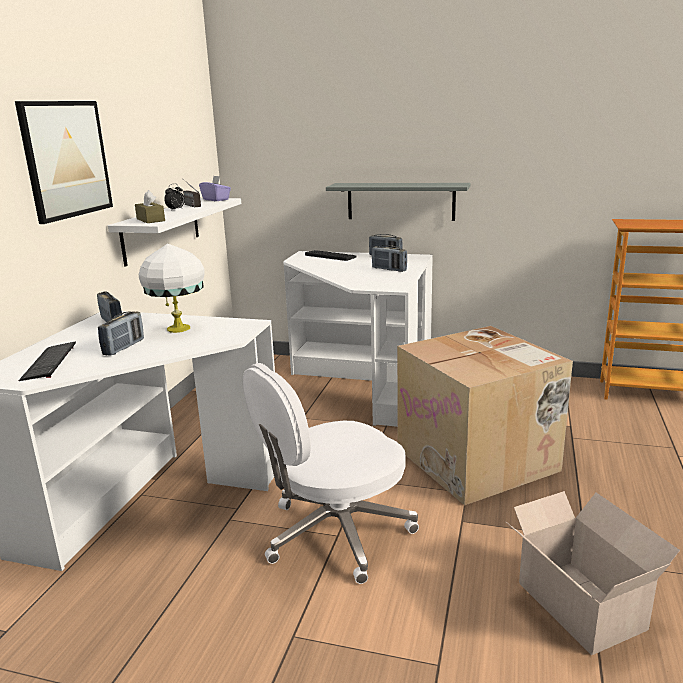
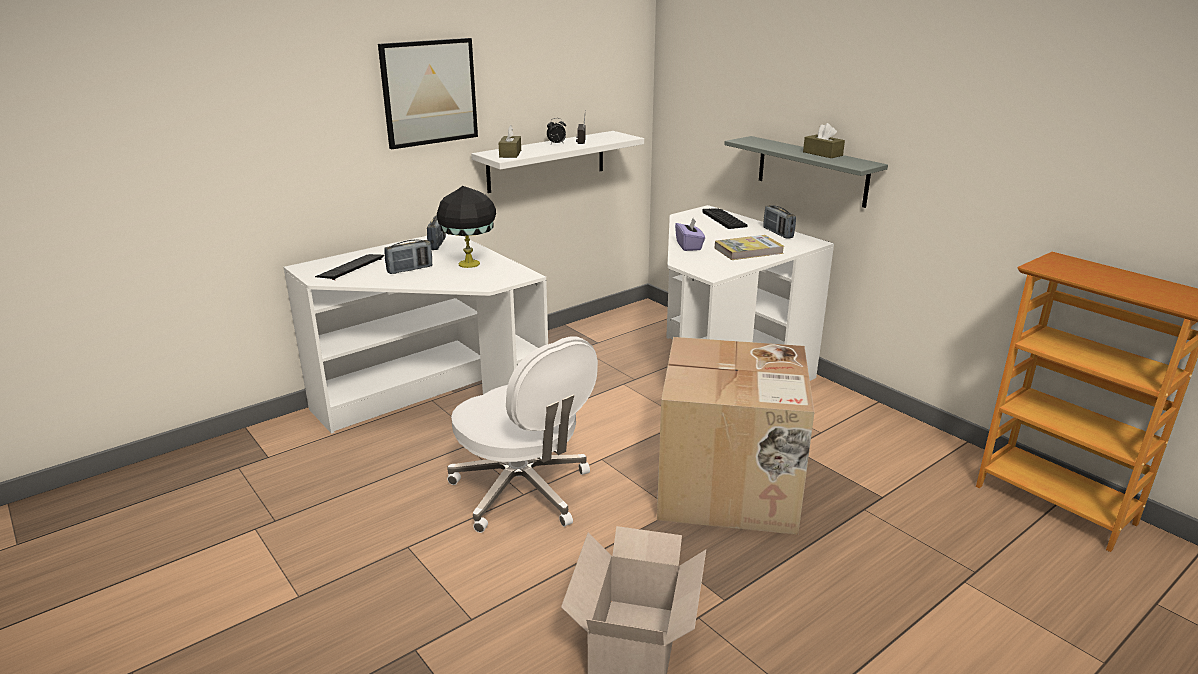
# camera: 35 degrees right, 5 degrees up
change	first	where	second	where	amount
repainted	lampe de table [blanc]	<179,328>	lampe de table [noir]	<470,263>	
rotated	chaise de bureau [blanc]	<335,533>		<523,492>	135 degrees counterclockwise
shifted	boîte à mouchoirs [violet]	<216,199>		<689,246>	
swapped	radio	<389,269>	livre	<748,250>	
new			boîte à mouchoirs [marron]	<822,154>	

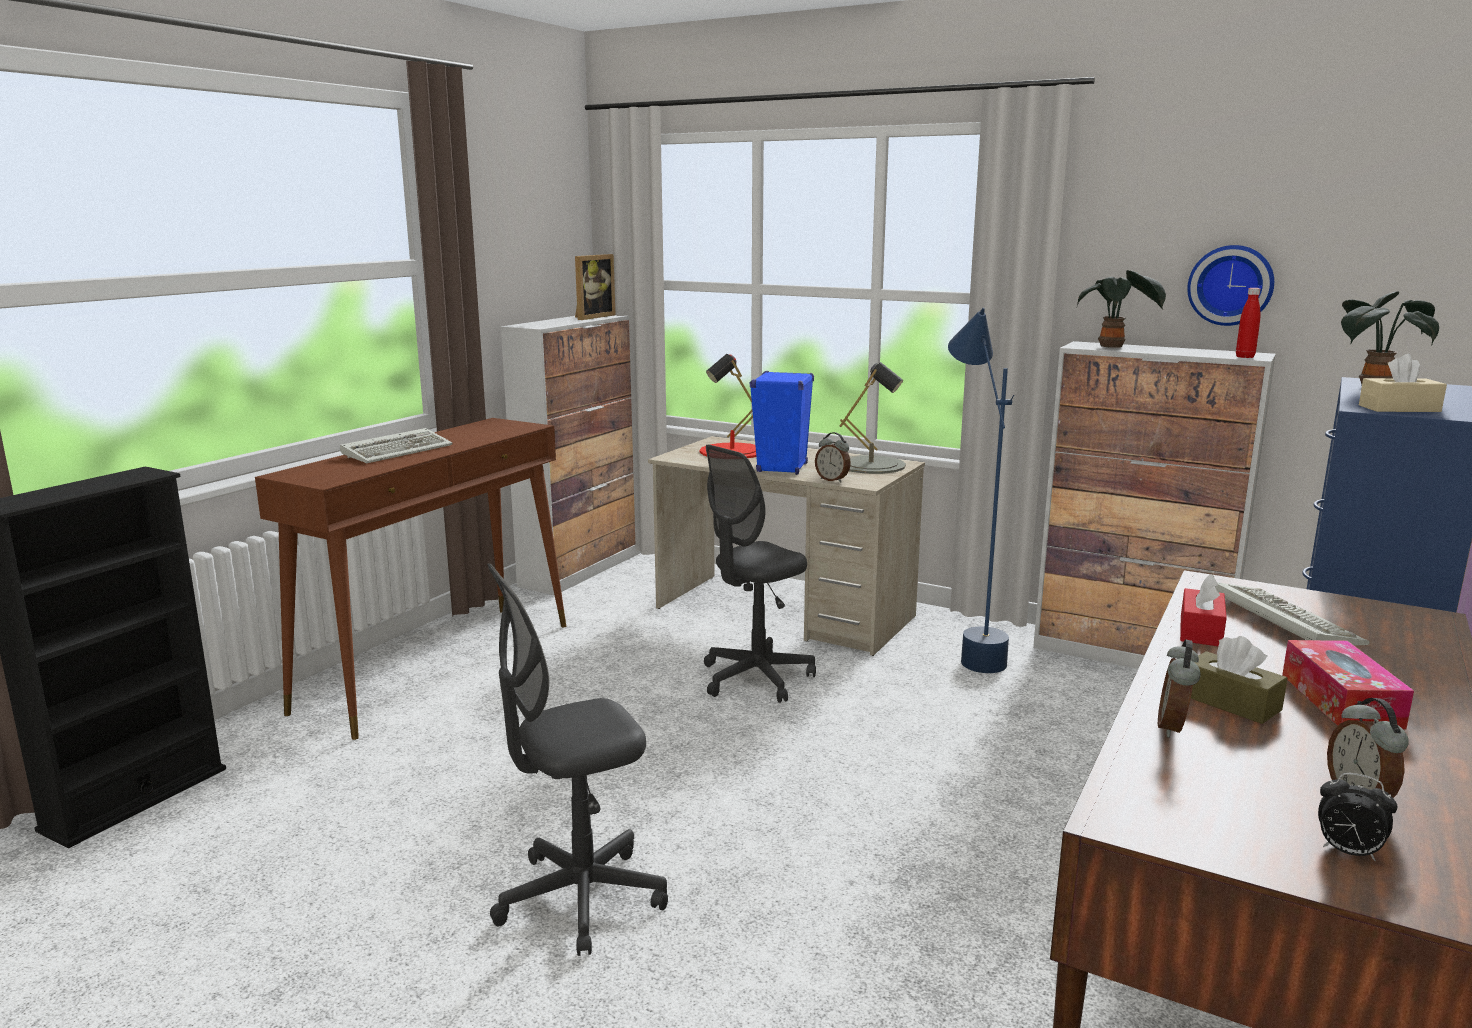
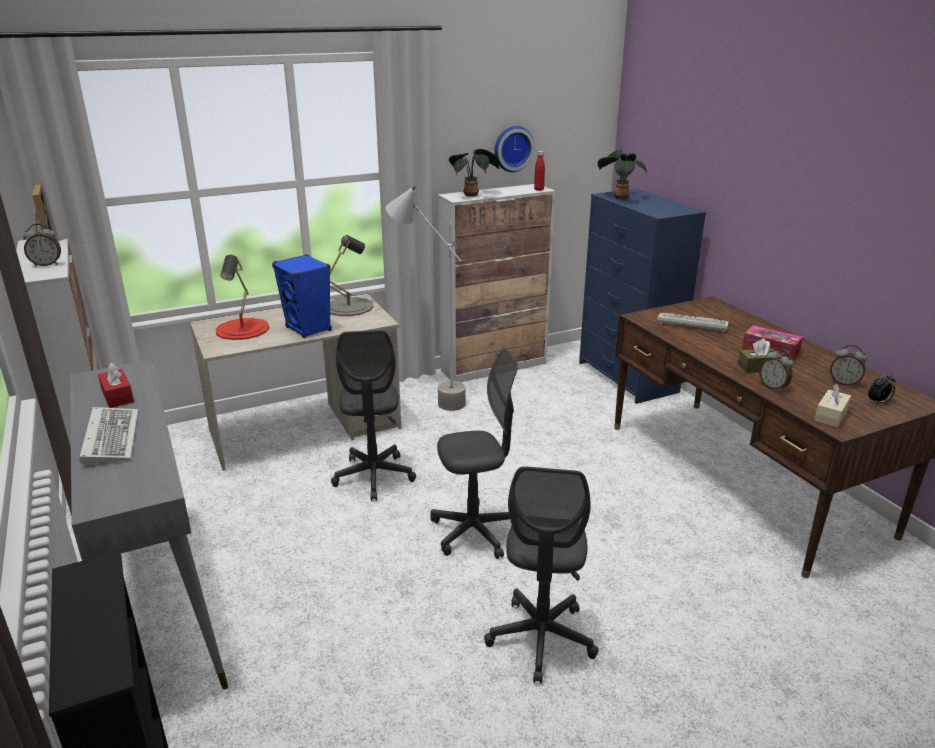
# camera: 55 degrees left, 10 degrees up
change	first	where	second	where	amount
shifted	réveil	<832,480>		<46,264>	
repainted	table console [marron]	<439,665>	table console [gris]	<161,603>	
shifted	boîte à mouchoirs [rouge]	<1200,631>		<117,396>	
repainted	lampadaire [bleu]	<968,648>	lampadaire [gris]	<430,399>	
new			chaise de bureau [gris]	<475,532>	
shifted	boîte à mouchoirs [beige]	<1399,408>		<830,415>	

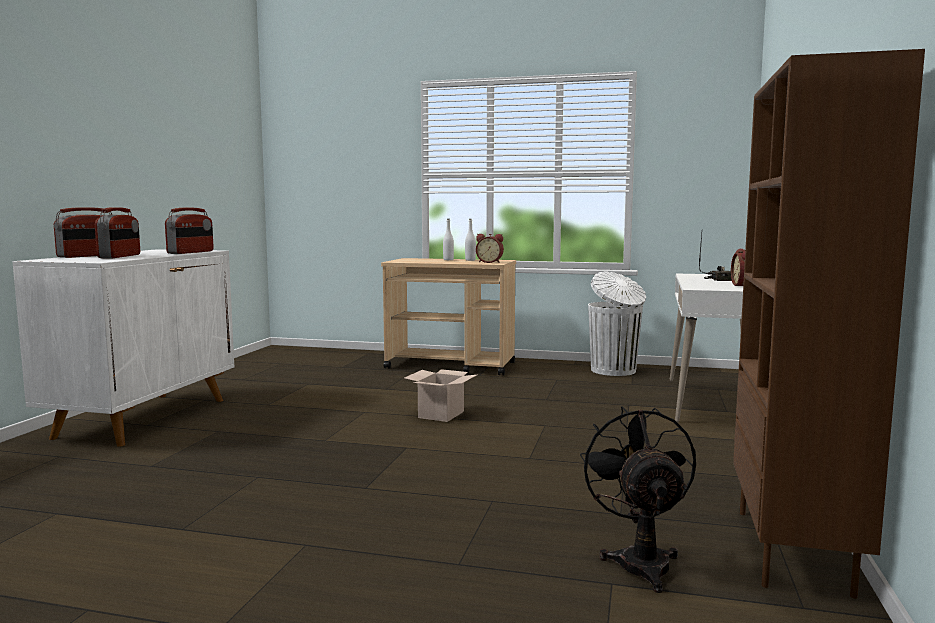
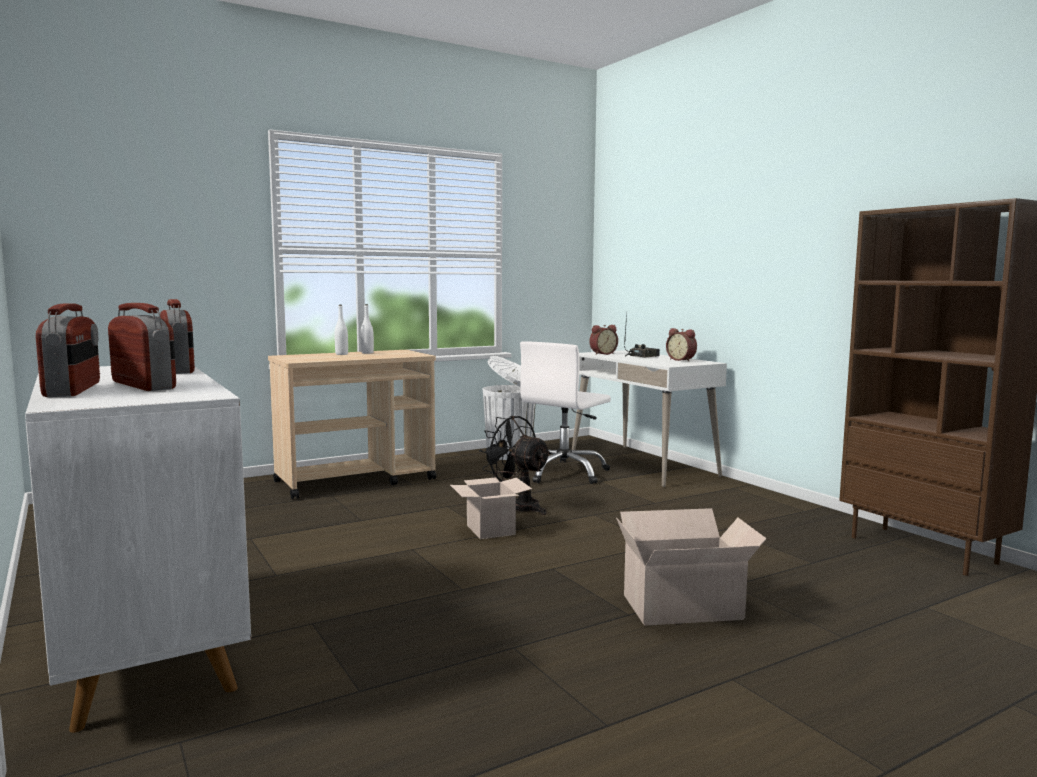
# camera: 45 degrees left, 0 degrees up
change	first	where	second	where	amount
shifted	ventilateur [noir]	<640,560>		<518,507>	
new			chaise de bureau [blanc]	<564,473>	
shifted	réveil	<490,262>		<602,354>	
new			carton	<686,607>	

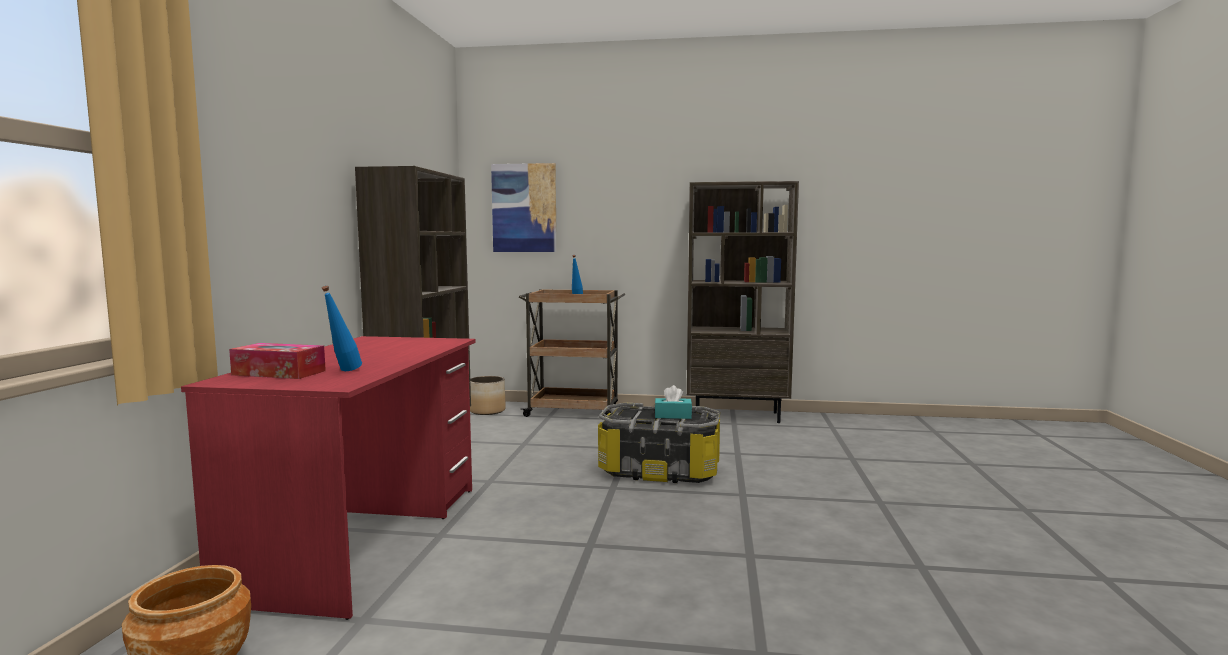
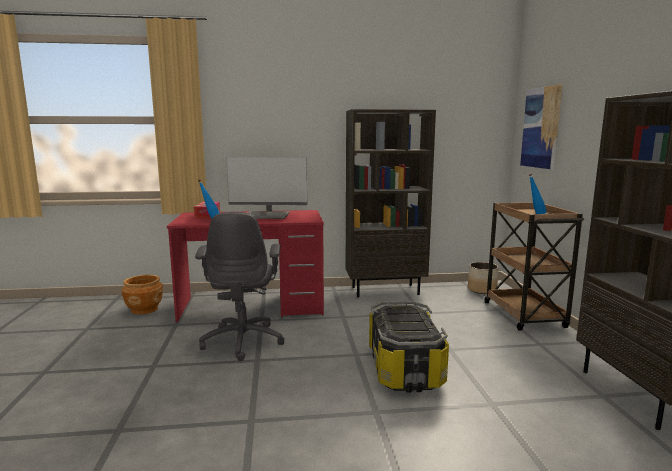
# camera: 75 degrees right, 5 degrees up
change	first	where	second	where	amount
new			chaise de bureau [gris]	<243,340>	
new			écran d'ordinateur	<266,216>	
gone	boîte à mouchoirs [turquoise]	<673,416>			

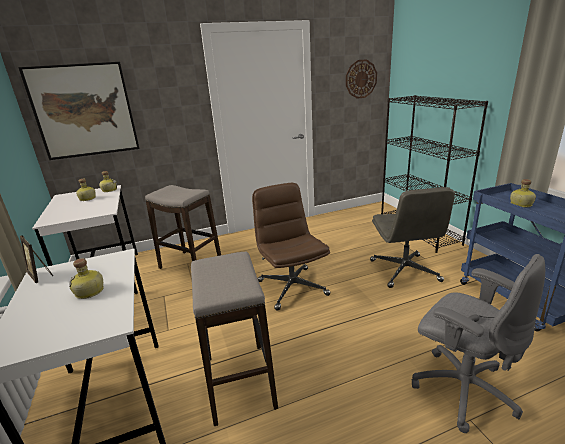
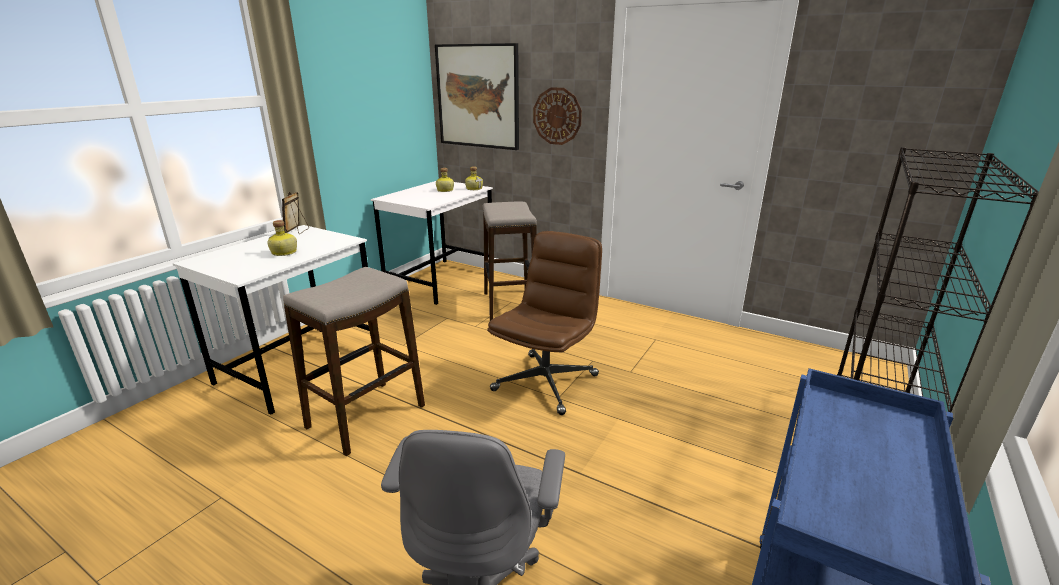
# camera: 50 degrees right, 0 degrees up
change	first	where	second	where	amount
shifted	horloge murale	<361,79>		<557,116>	
gone	chaise de bureau [gris]	<405,271>			
gone	bouteille	<520,204>			

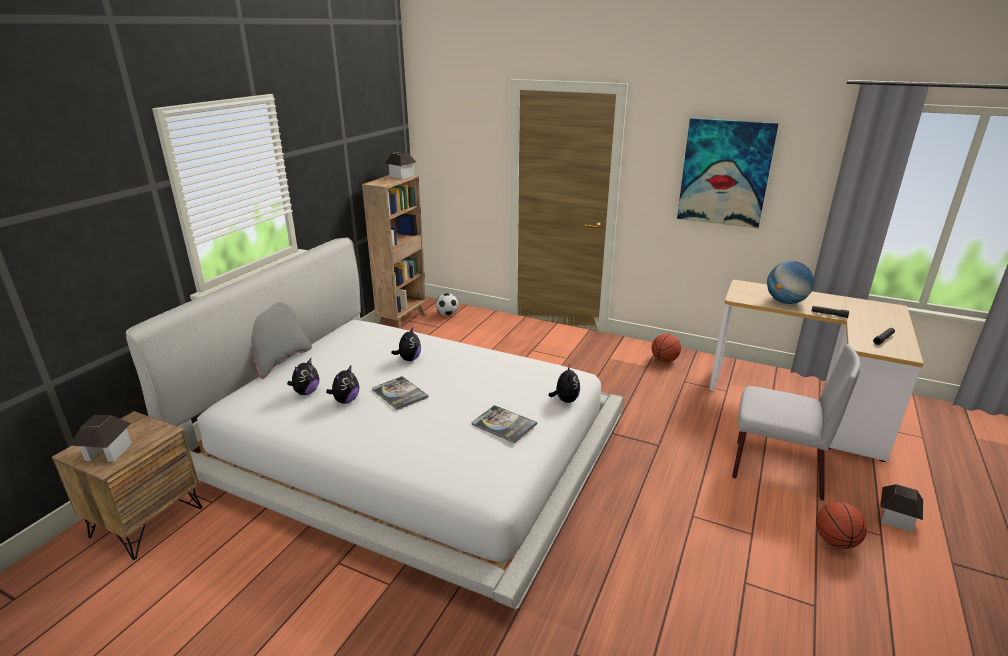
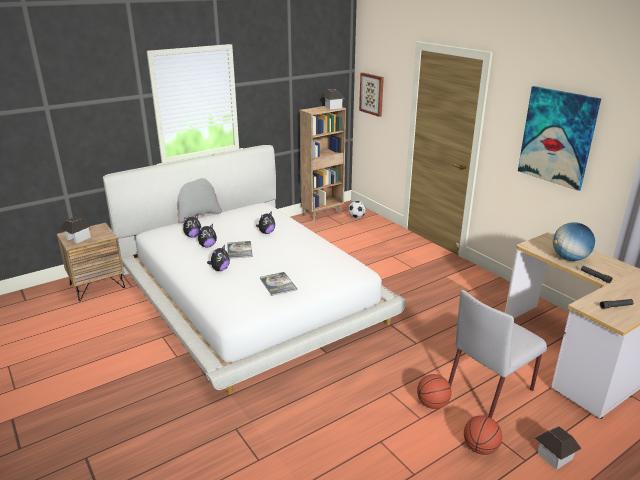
# camera: 30 degrees right, 0 degrees up
change	first	where	second	where	amount
shifted	peluche	<565,400>		<220,269>	
new			tableau	<372,94>	
shifted	ballon de basket	<664,360>		<432,404>	
rotated	chaise [gris]	<775,469>		<490,389>	90 degrees clockwise

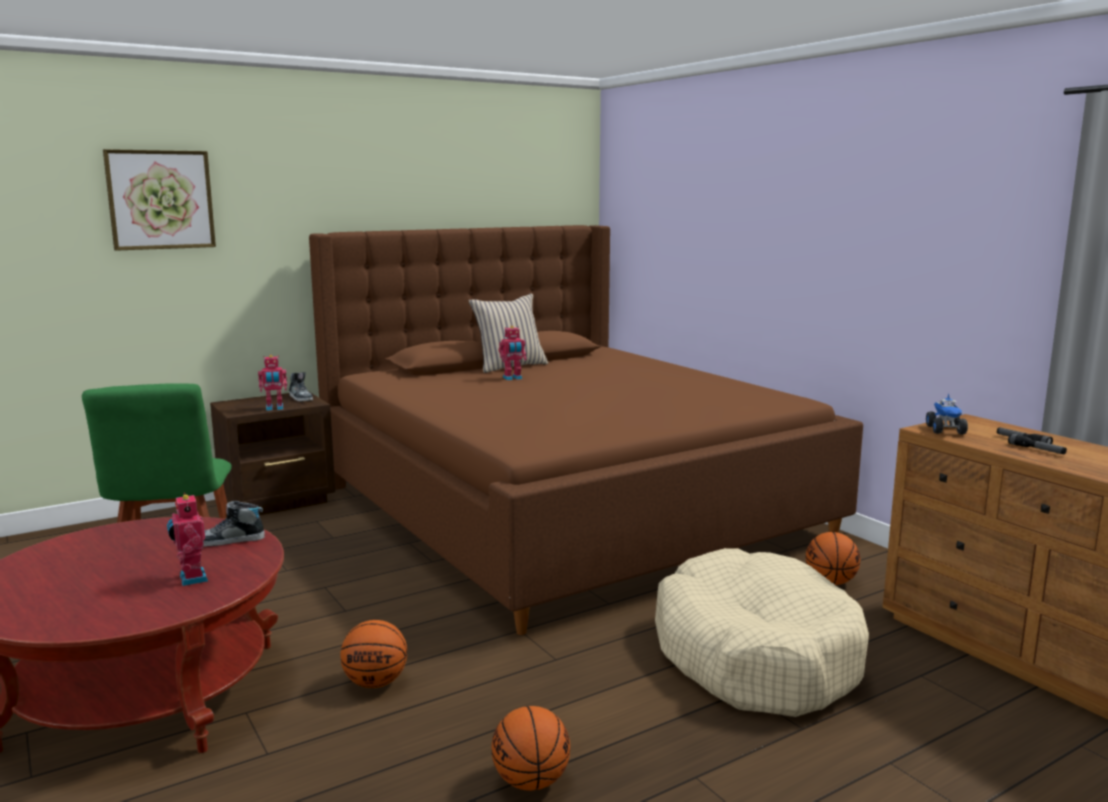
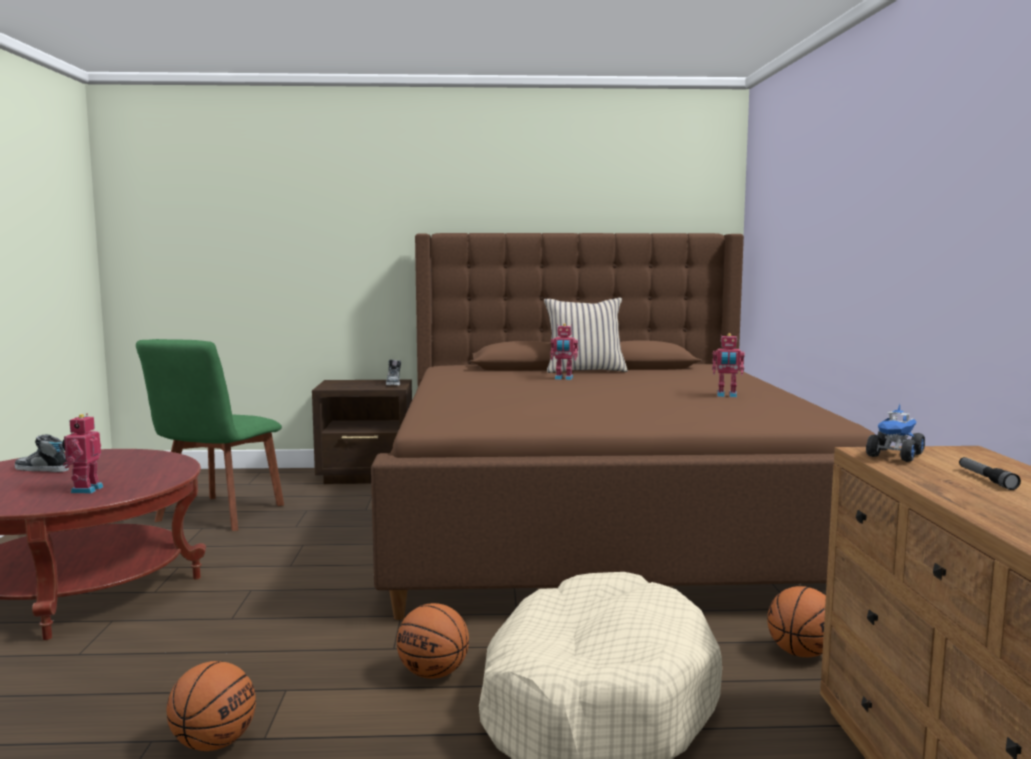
# camera: 30 degrees right, 5 degrees down
change	first	where	second	where	amount
shifted	chaussure	<230,541>		<42,469>	
shifted	ballon de basket	<375,683>		<433,674>	
shifted	robot jouet	<274,408>		<726,395>	
gone	tableau	<160,200>			
gone	lampe de poche	<1036,449>			

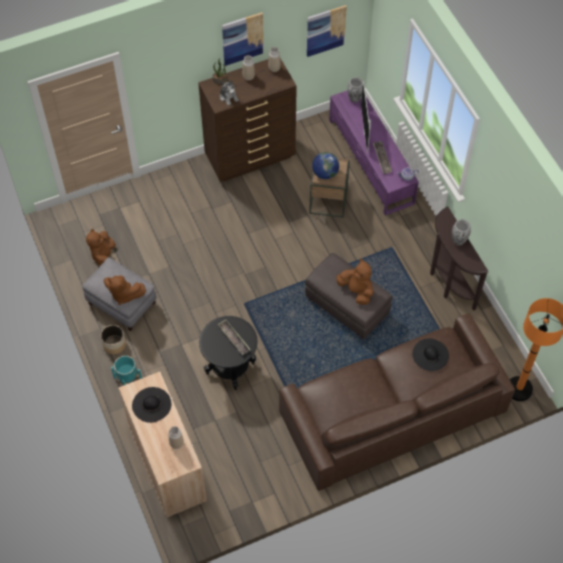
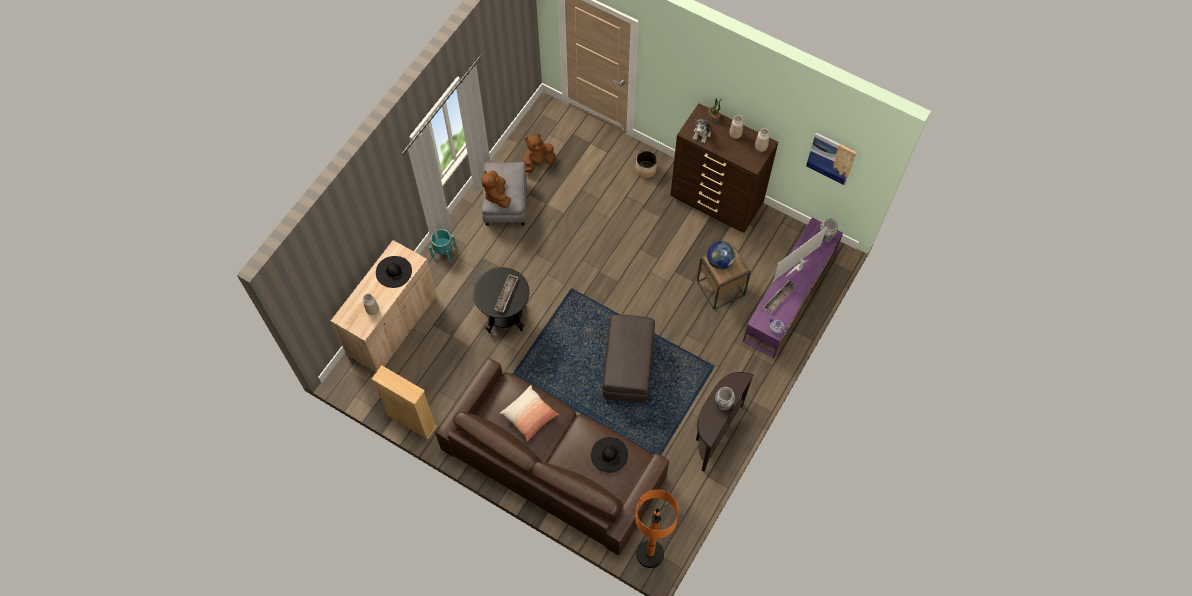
# camera: 55 degrees right, 5 degrees up
change	first	where	second	where	amount
new			bibliothèque [beige]	<412,421>	
new			coussin	<529,416>	
shifted	cache-pot	<114,345>		<645,169>	
gone	tableau	<242,38>			
gone	peluche [marron]	<356,291>			

